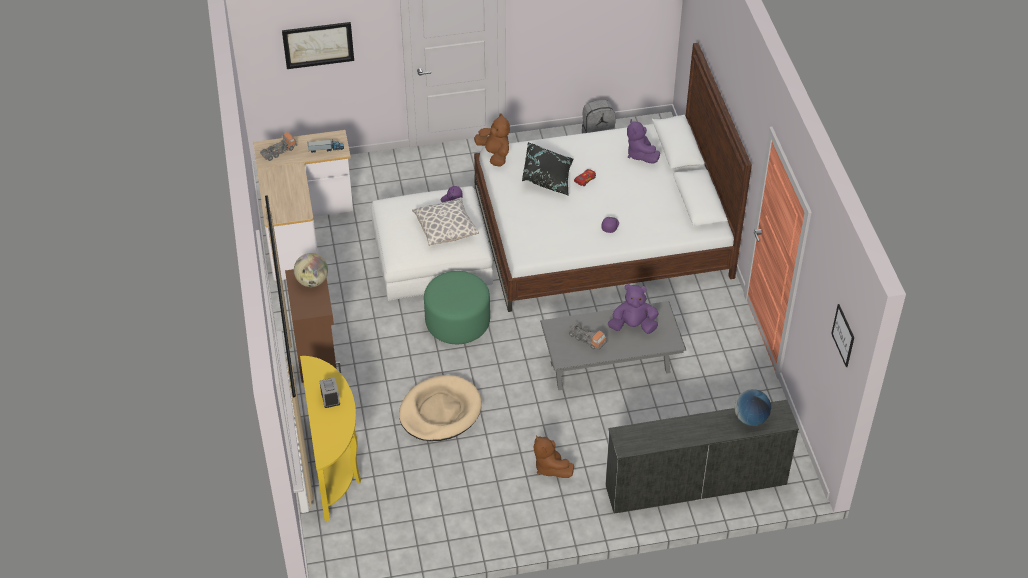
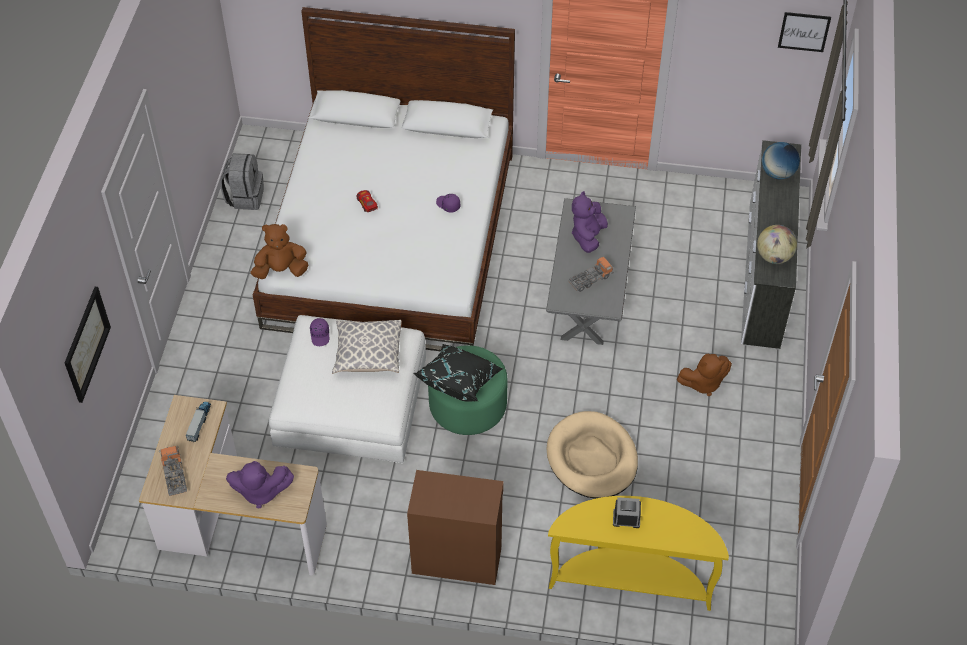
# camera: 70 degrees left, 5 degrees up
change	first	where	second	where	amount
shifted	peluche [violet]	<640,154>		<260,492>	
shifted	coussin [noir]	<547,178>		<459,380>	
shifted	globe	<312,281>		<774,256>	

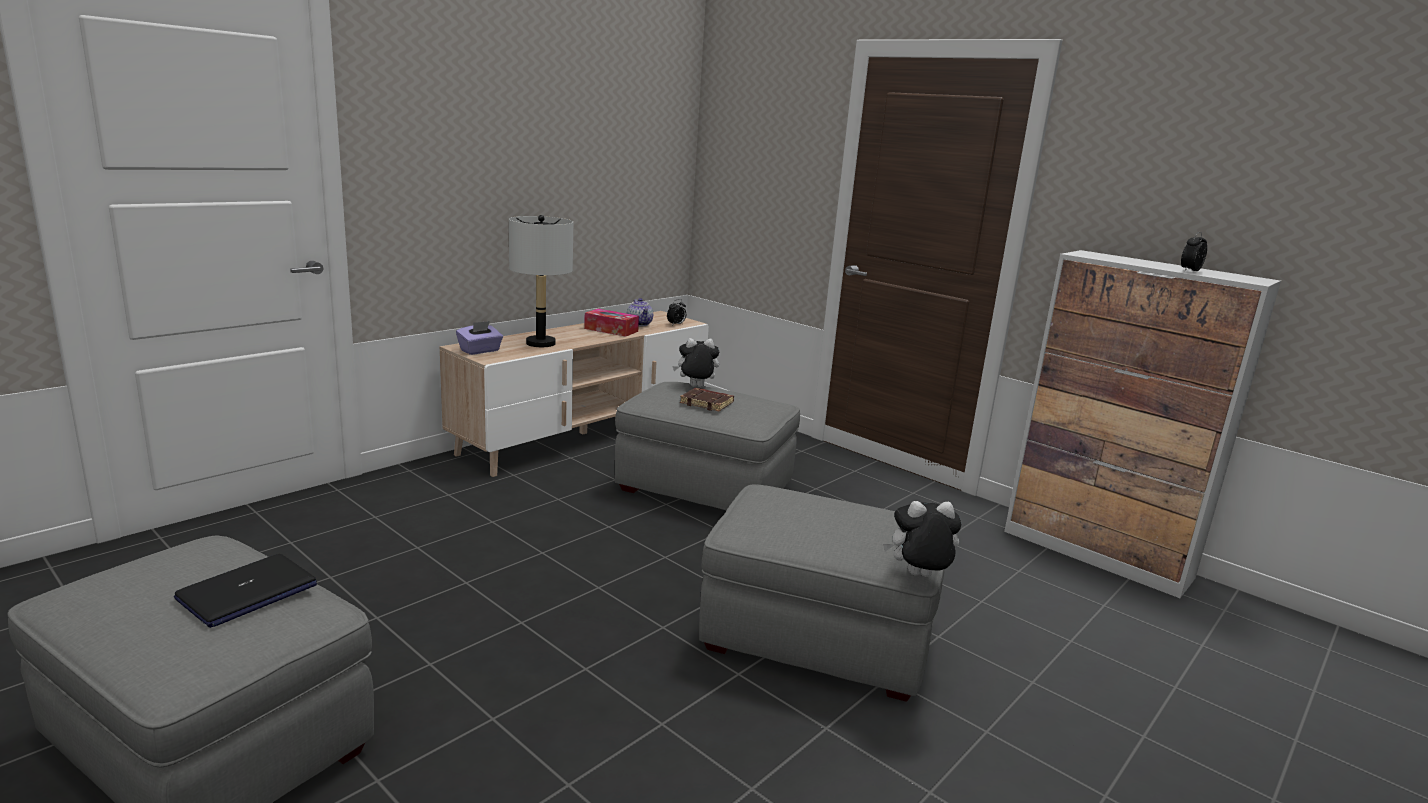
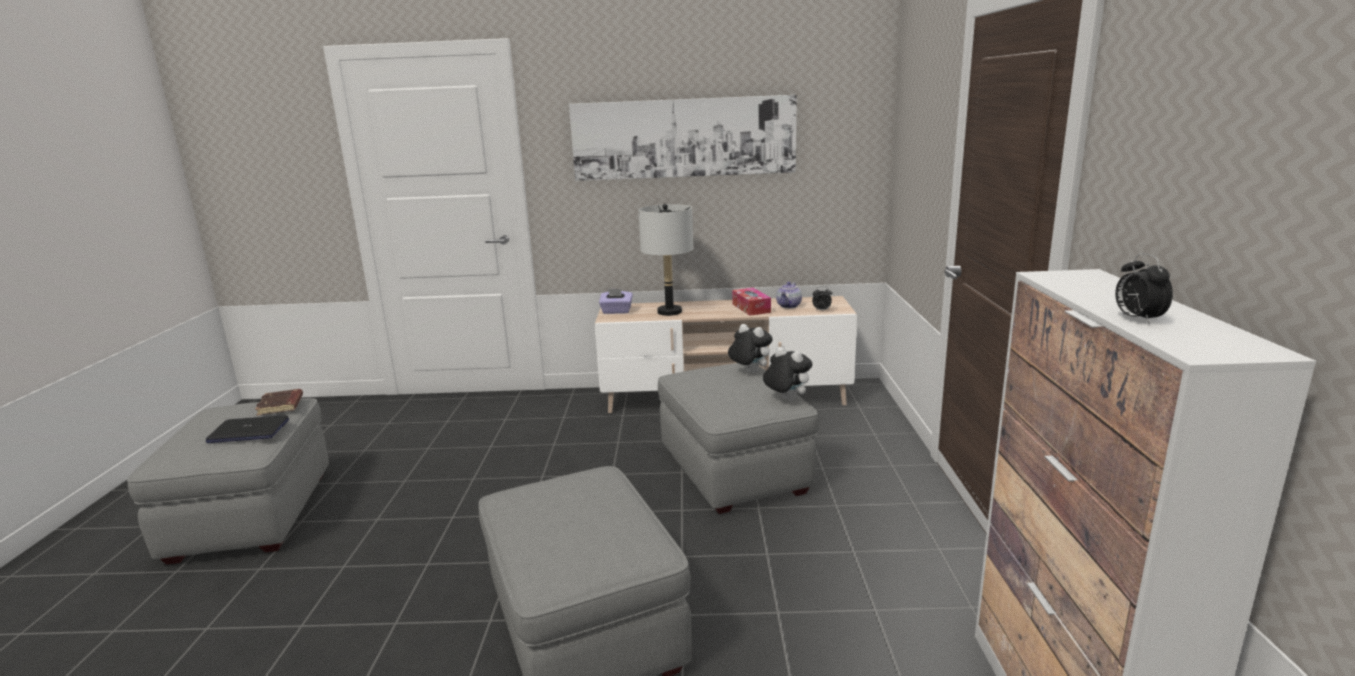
# camera: 50 degrees right, 0 degrees up
change	first	where	second	where	amount
shifted	livre [marron]	<707,403>		<281,406>	
new			tableau	<683,138>	
shifted	peluche	<918,577>		<786,400>	
rotated	réveil	<1189,271>		<1137,319>	105 degrees counterclockwise

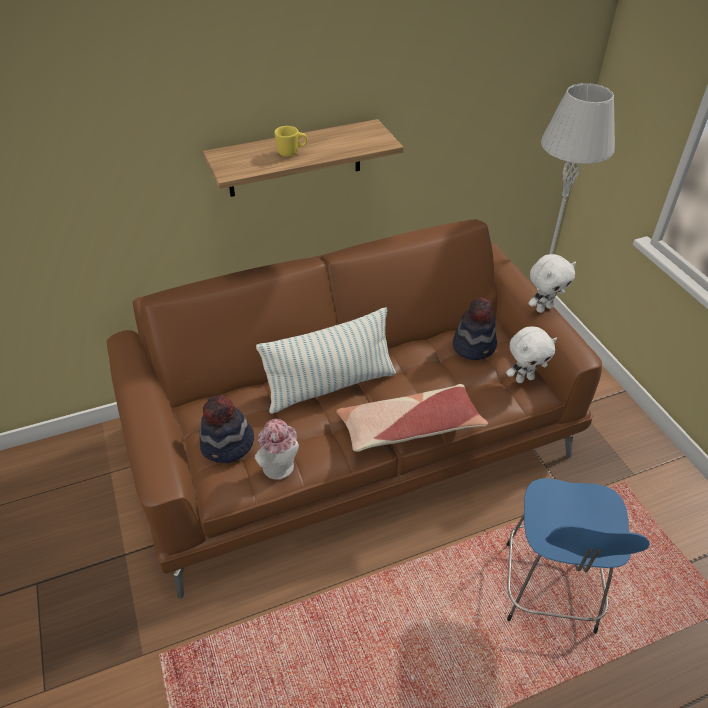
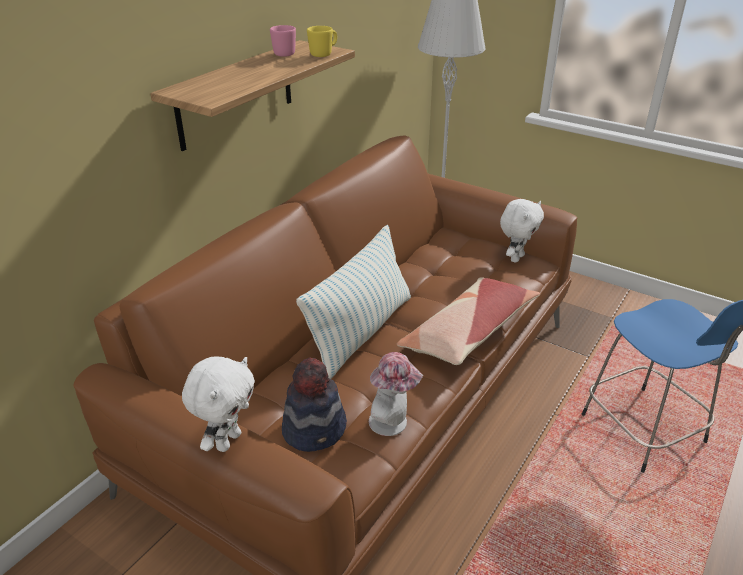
# camera: 35 degrees left, 10 degrees down
change	first	where	second	where	amount
shifted	peluche [blanc]	<543,308>		<227,440>	
new			mug [rose]	<283,53>	
shifted	mug [jaune]	<292,152>		<324,54>	
gone	chapeau	<474,346>			

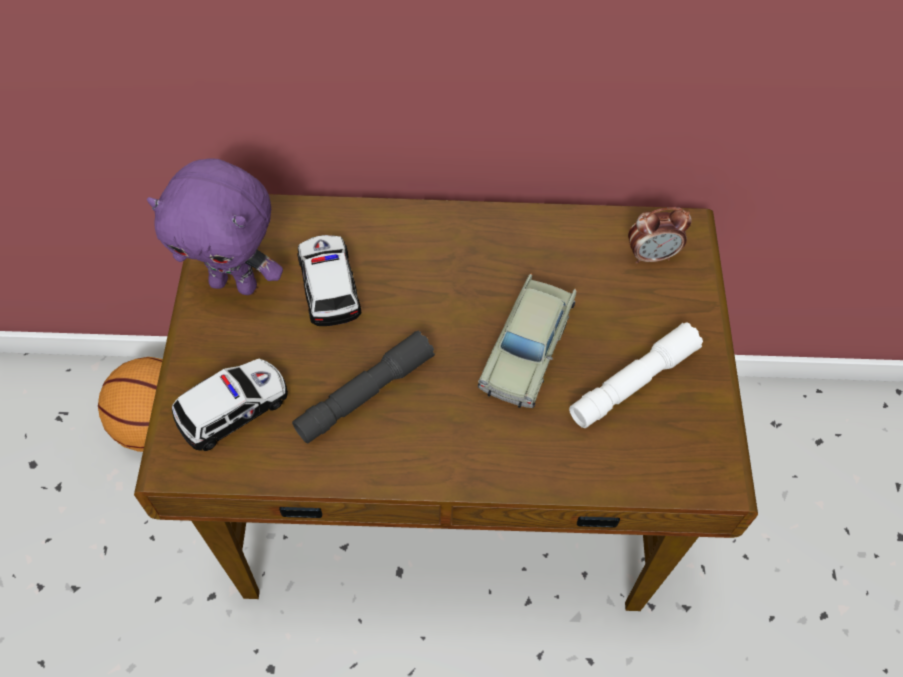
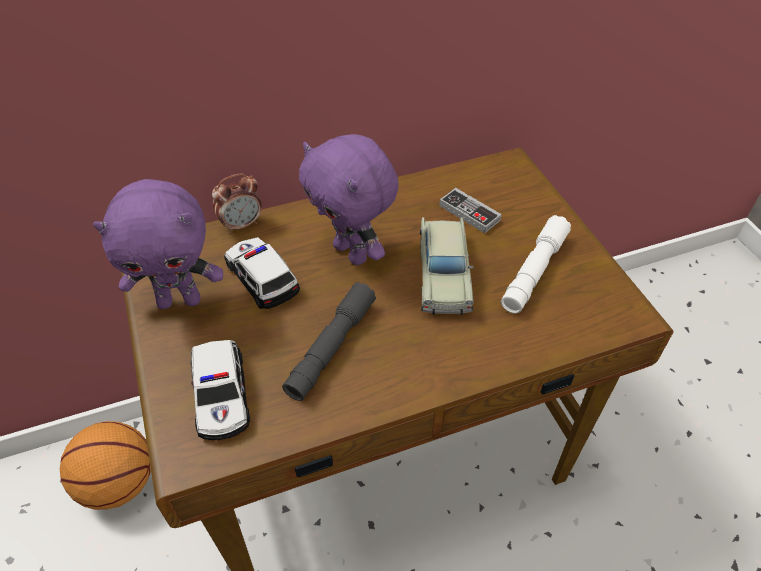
# camera: 20 degrees left, 10 degrees down
change	first	where	second	where	amount
rotated	petite voiture	<233,407>		<221,396>	135 degrees clockwise
shifted	réveil	<651,255>		<242,224>	
new			peluche [violet]	<352,253>	
new			manette	<469,213>	

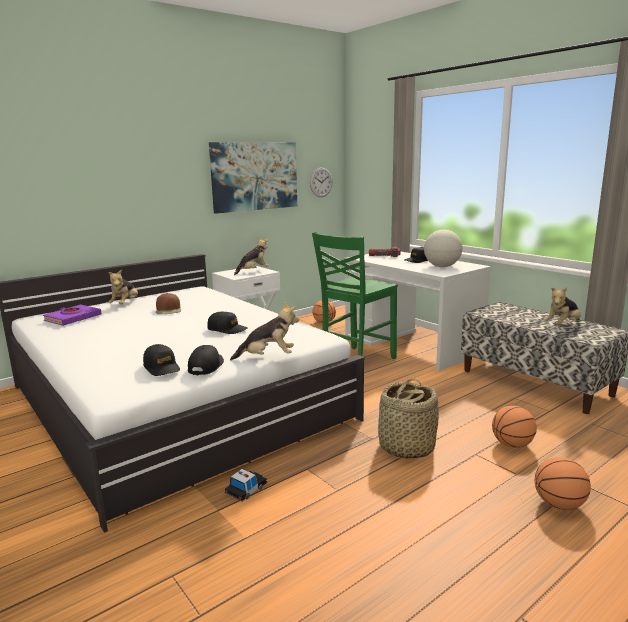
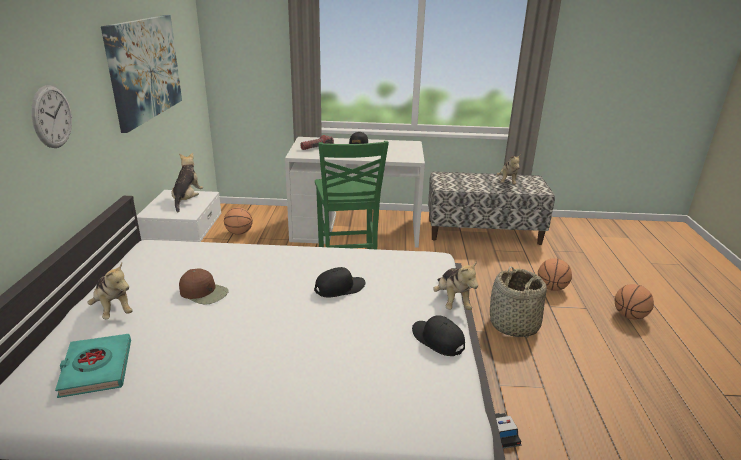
# camera: 50 degrees left, 10 degrees up
change	first	where	second	where	amount
shifted	horloge murale	<321,182>		<52,117>	
repainted	livre [violet]	<73,318>	livre [turquoise]	<96,369>	
rotated	peluche	<268,357>		<452,301>	135 degrees clockwise
gone	casquette [noir]	<162,367>			
gone	globe	<442,266>			

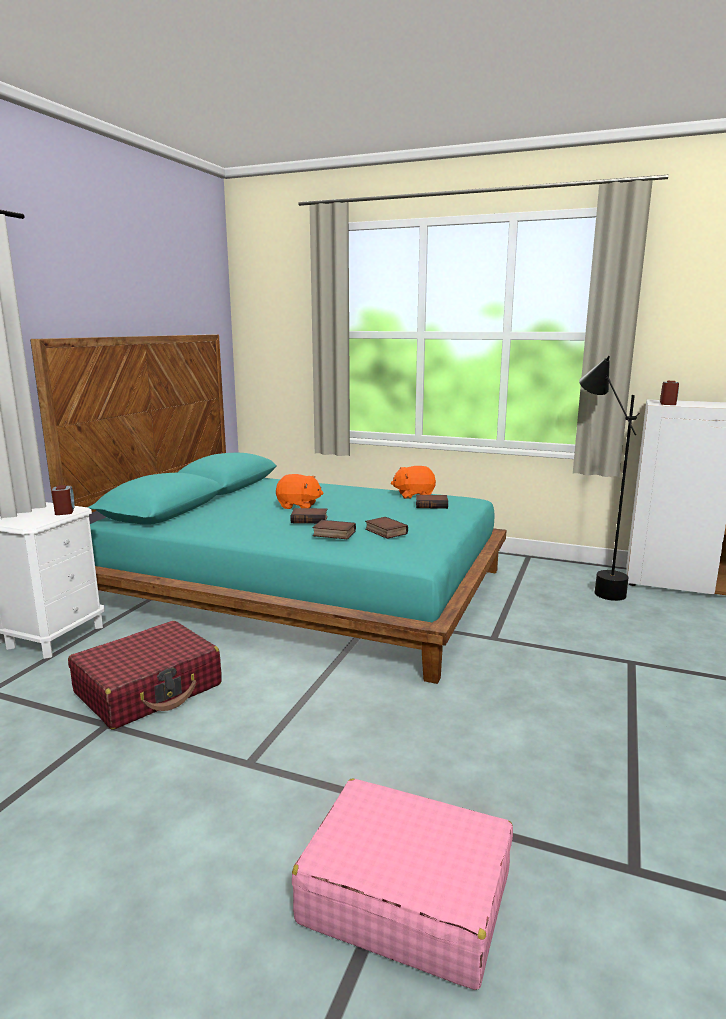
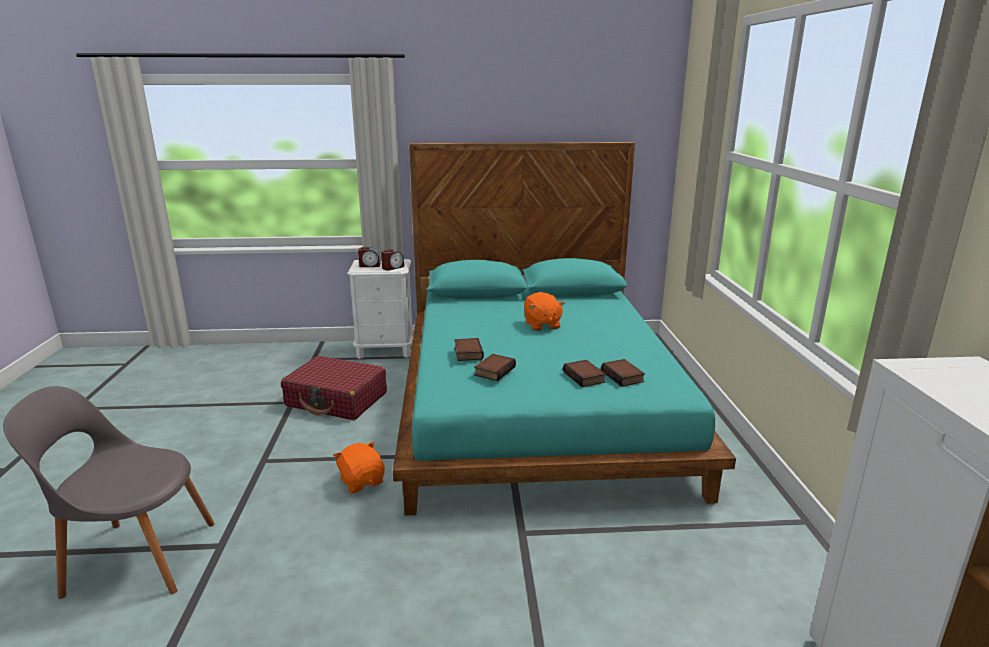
# camera: 65 degrees right, 5 degrees up
change	first	where	second	where	amount
swapped	valise [rose]	<405,896>	chaise [gris]	<135,557>	
shifted	peluche [orange]	<414,495>		<362,481>	
shifted	réveil	<668,403>		<369,265>	
shifted	livre	<310,519>		<585,377>	
gone	lampadaire [noir]	<593,585>			

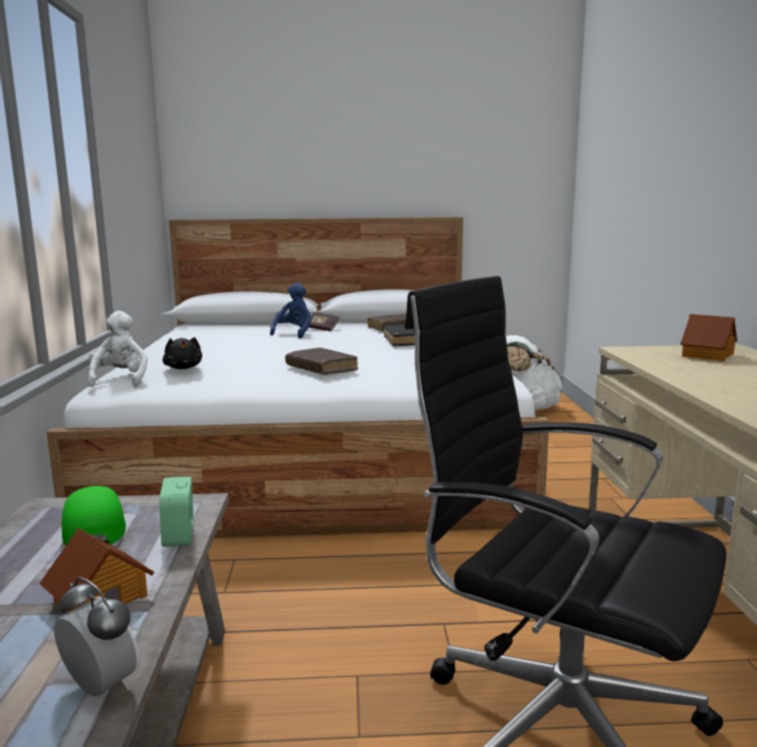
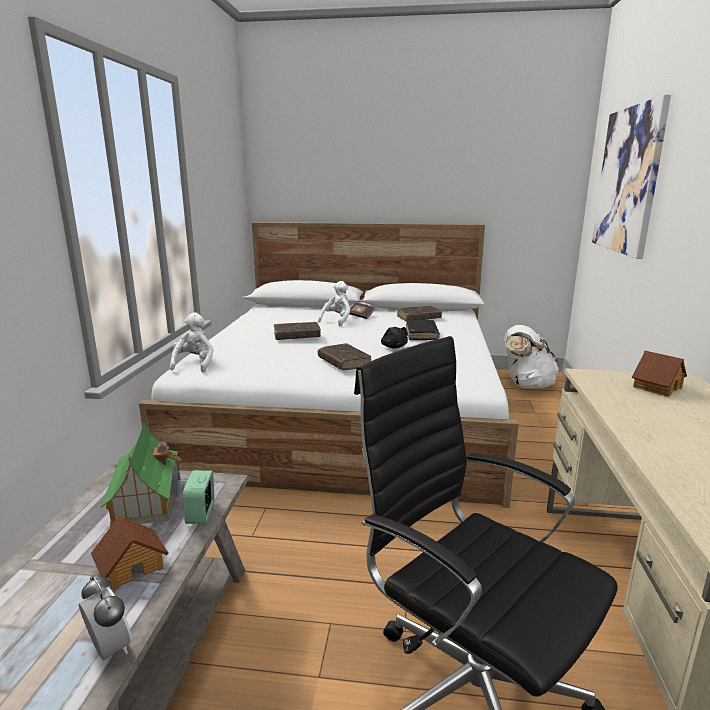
# camera: 10 degrees right, 5 degrees up
change	first	where	second	where	amount
swapped	casquette [vert]	<94,528>	maison miniature	<146,499>	
new			livre [marron]	<297,336>	
repainted	peluche [bleu]	<294,334>	peluche [blanc]	<337,321>	
shifted	peluche [noir]	<183,368>		<394,347>	
new			tableau	<628,180>	

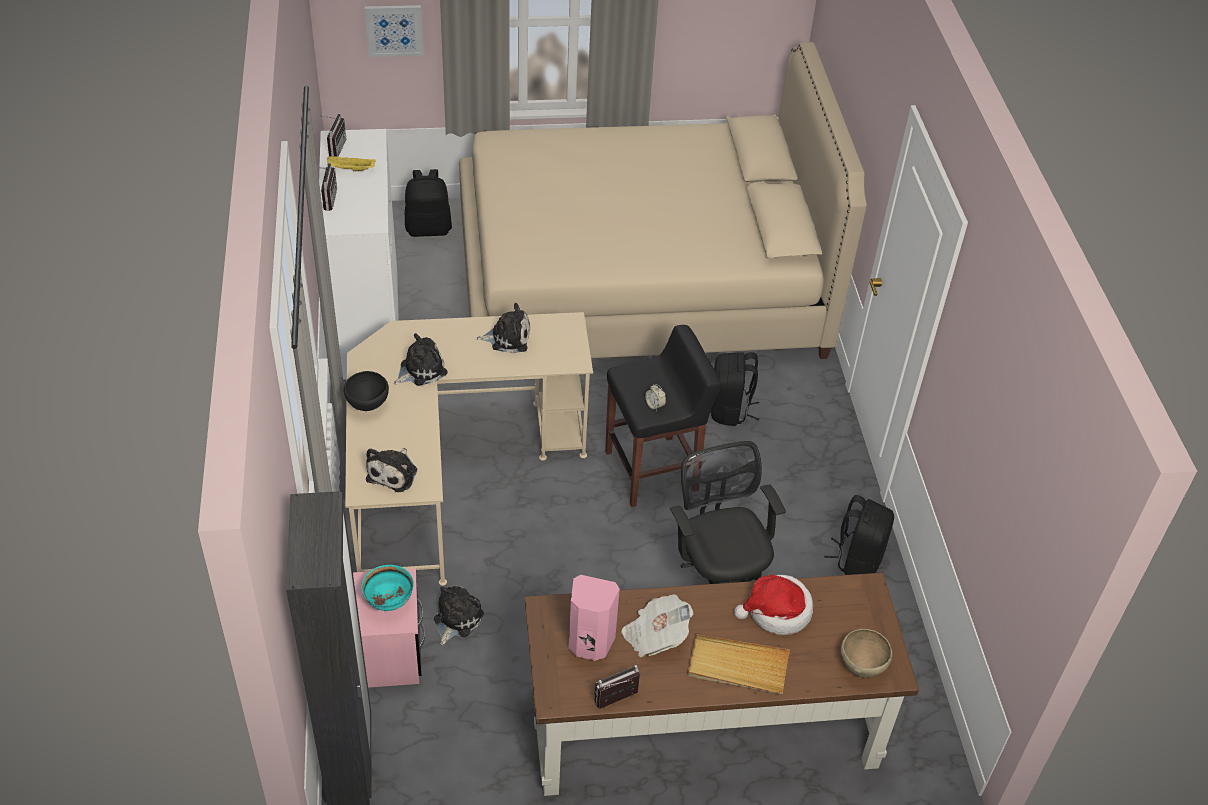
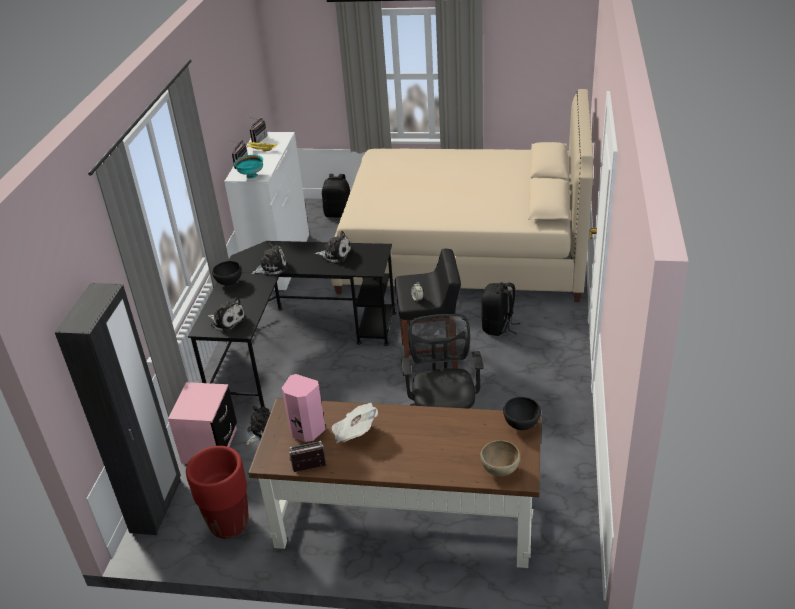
# camera: 20 degrees right, 10 degrees down
change	first	where	second	where	amount
new			cache-pot [rouge]	<229,524>	
repainted	bureau [beige]	<447,470>	bureau [noir]	<294,344>	
rotated	peluche	<394,473>		<227,321>	90 degrees counterclockwise
shifted	bol [turquoise]	<389,602>		<251,176>	
new			bol [noir]	<521,425>	
gone	tableau	<394,30>			
gone	plateau [beige]	<737,666>			
gone	chapeau	<776,611>			
gone	sac à dos [noir]	<857,559>			

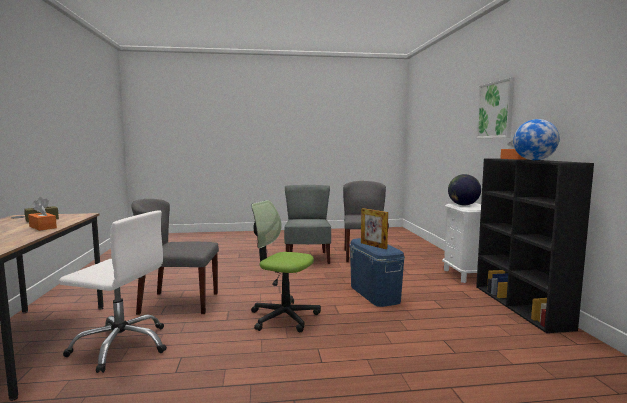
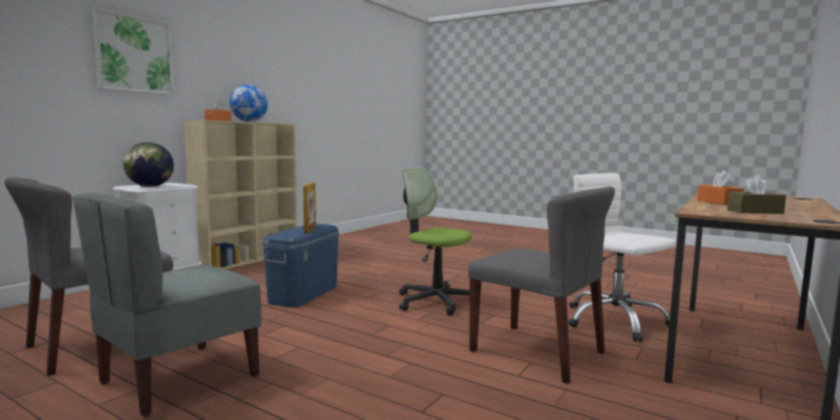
# camera: 140 degrees left, 0 degrees up
change	first	where	second	where	amount
repainted	bibliothèque [noir]	<521,306>	bibliothèque [beige]	<248,259>	
rotated	chaise de bureau	<284,317>		<435,301>	150 degrees clockwise

